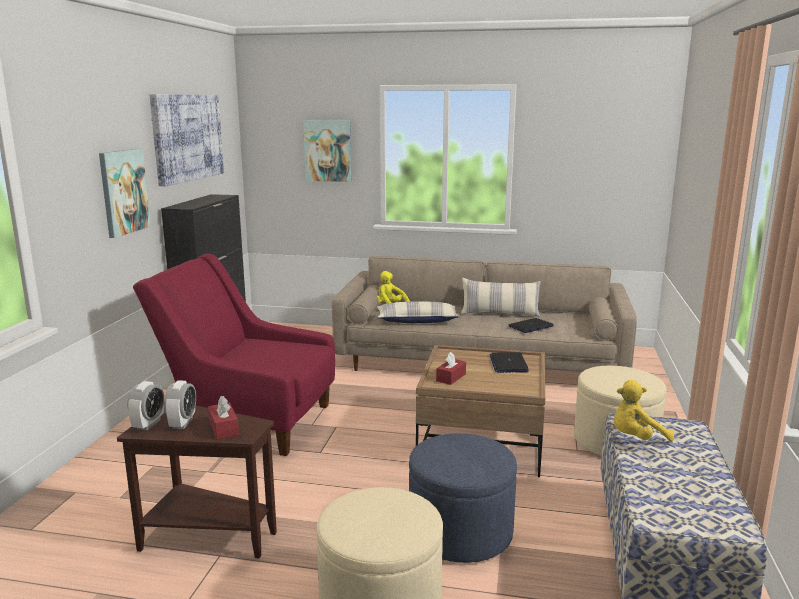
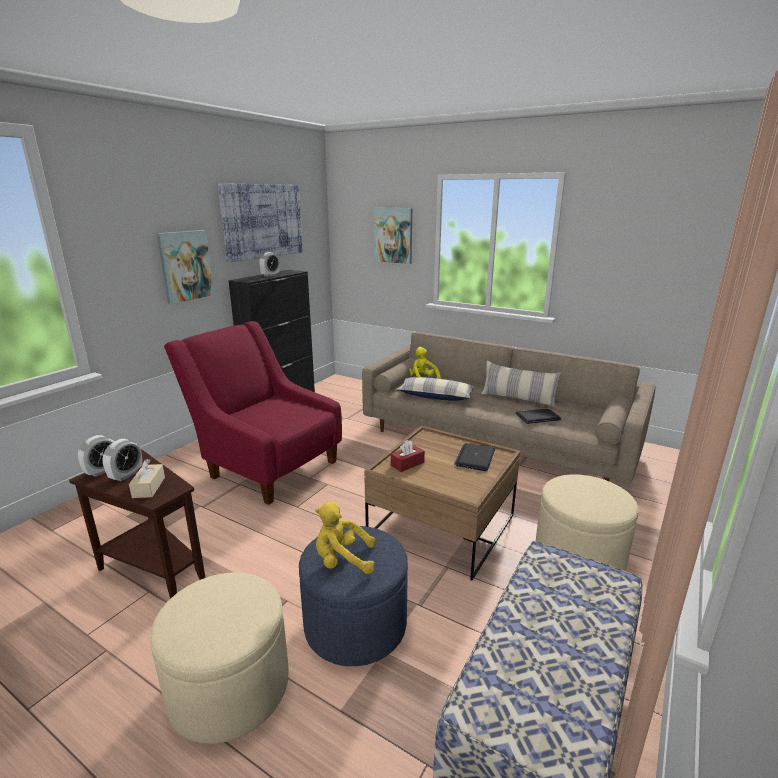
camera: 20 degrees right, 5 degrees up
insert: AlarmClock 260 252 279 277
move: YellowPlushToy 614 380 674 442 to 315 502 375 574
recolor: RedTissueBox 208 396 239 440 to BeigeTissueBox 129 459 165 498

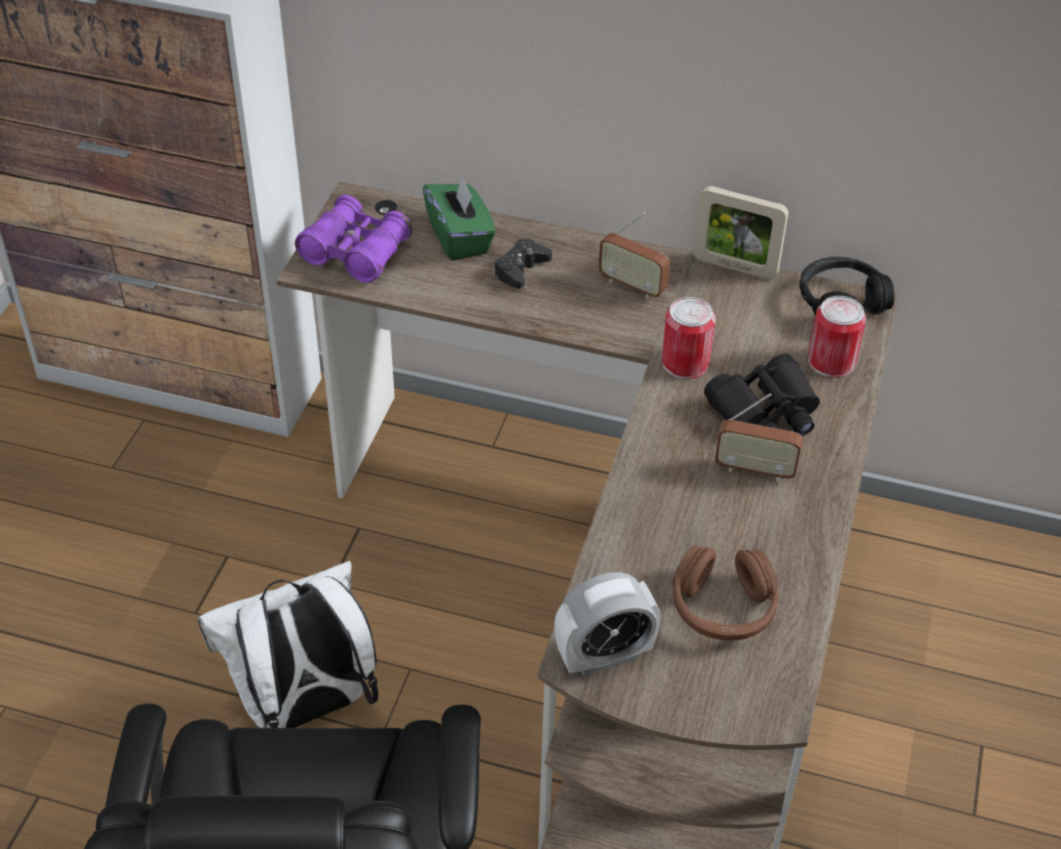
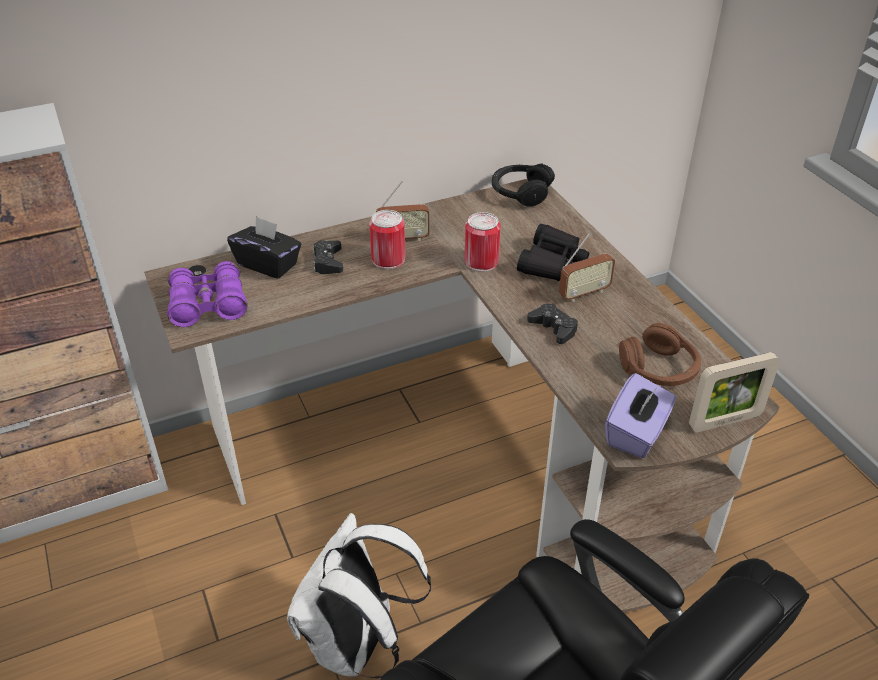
camera: 40 degrees left, 5 degrees down
insert: BlackGameController 527 303 578 344
move: Can 808 296 866 378 to 369 210 406 269; PictureFrame 693 186 788 279 to 689 352 780 432
replace: AlarmClock 554 572 661 676 to PurpleTissueBox 605 373 676 458
recolor: GreenTissueBox 423 177 496 261 to BlackTissueBox 227 216 301 279

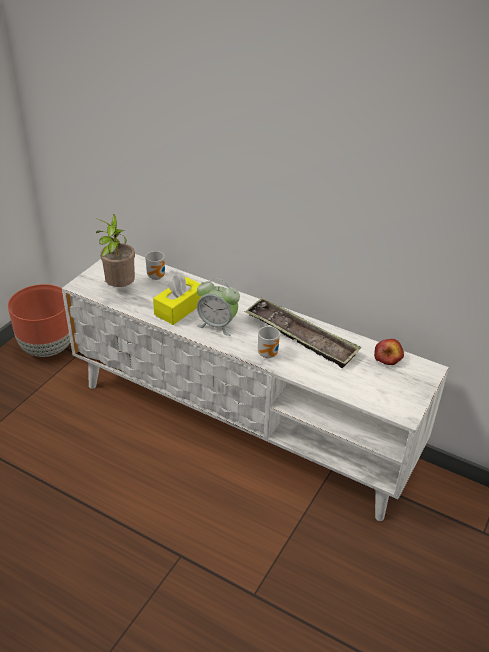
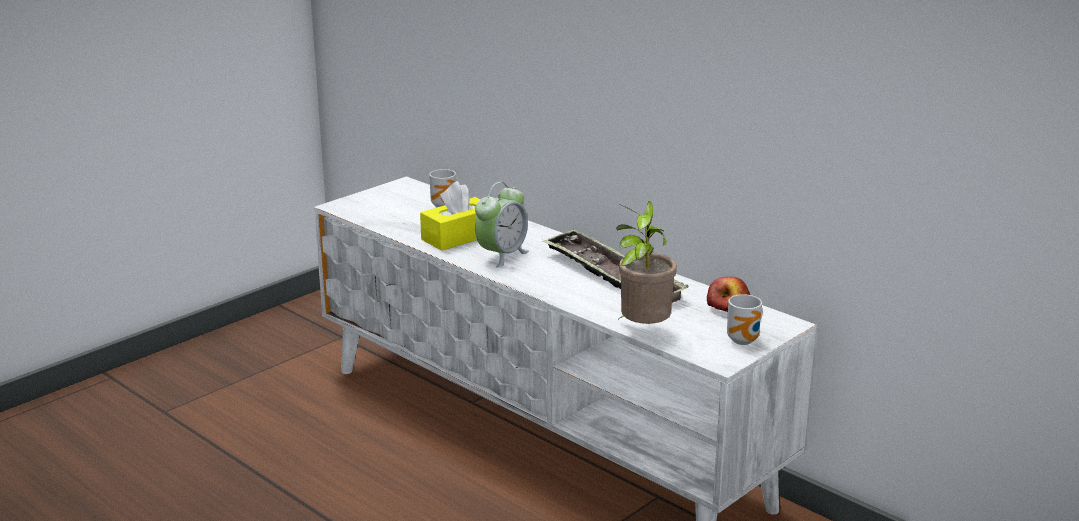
camera: 15 degrees right, 15 degrees down
delete: BrownPlanter 8 284 70 357
move: PottedPlant 96 214 135 287 to 616 201 677 324; Mug 258 326 280 358 to 727 294 763 345
rotate: AlarmClock 197 278 240 336 = 475 182 529 268 90 degrees counterclockwise

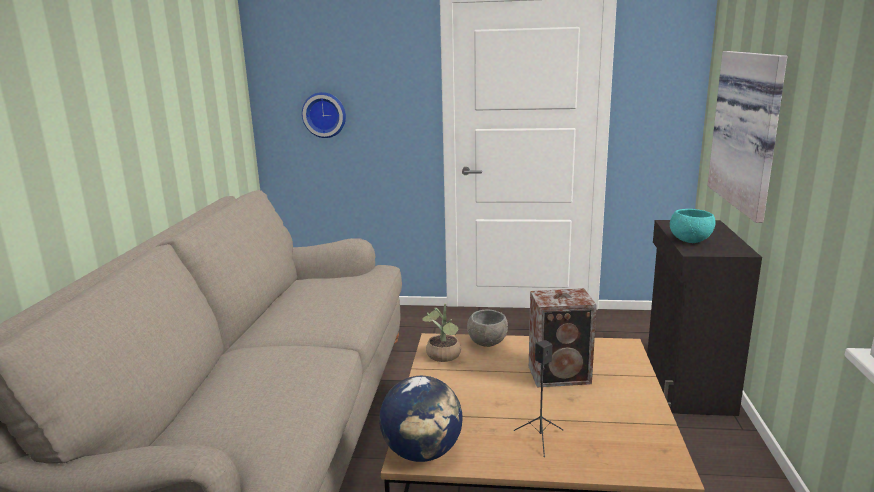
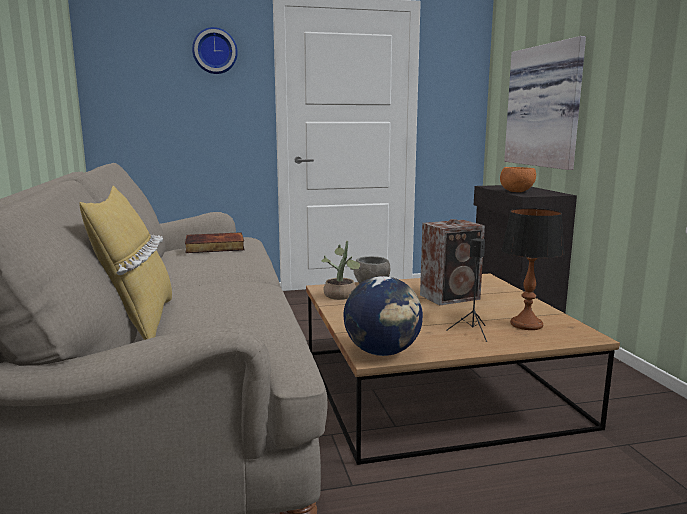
camera: 20 degrees left, 5 degrees down
insert: YellowPillow 79 186 172 340; Book 185 232 245 253; TableLamp 501 208 565 330
move: WallClock 302 92 346 138 to 192 27 238 74
recolor: TurquoiseBowl 670 209 716 243 to OrangeBowl 500 167 536 192

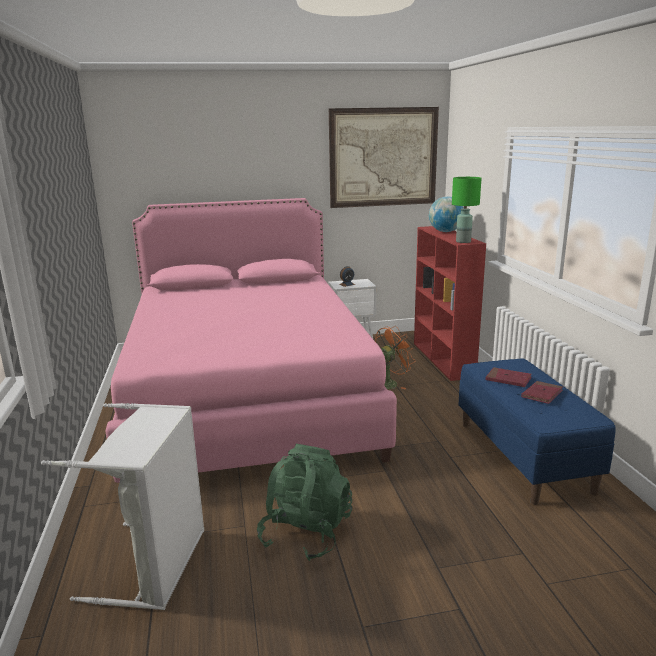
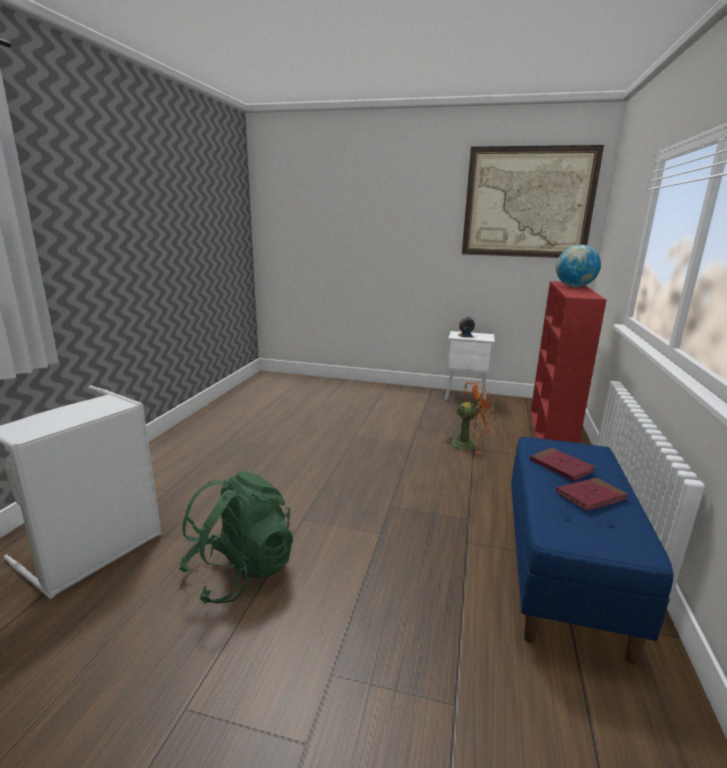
camera: 25 degrees right, 0 degrees up
delete: PinkBed 105 198 397 483; GreenTableLamp 452 177 481 243

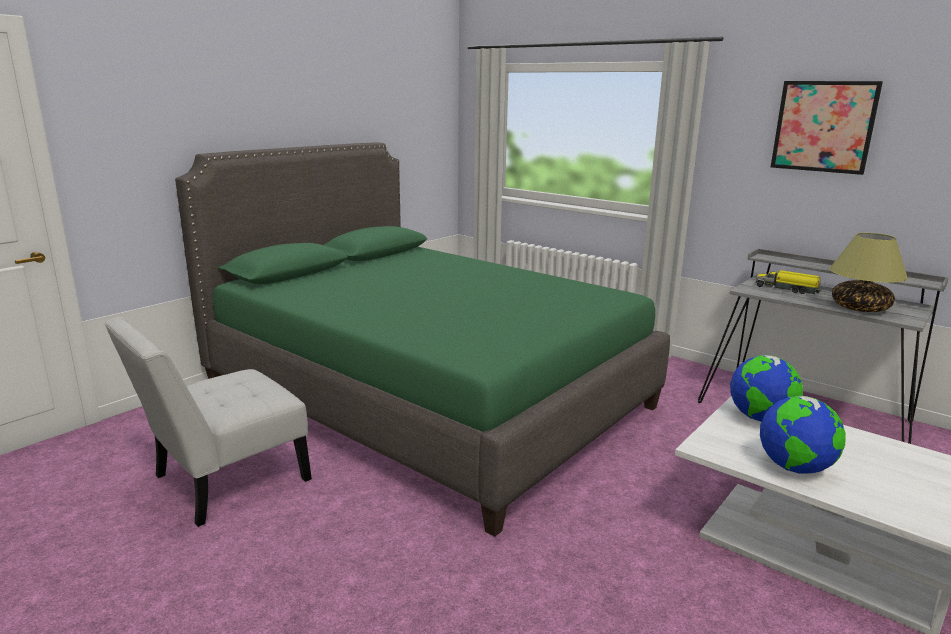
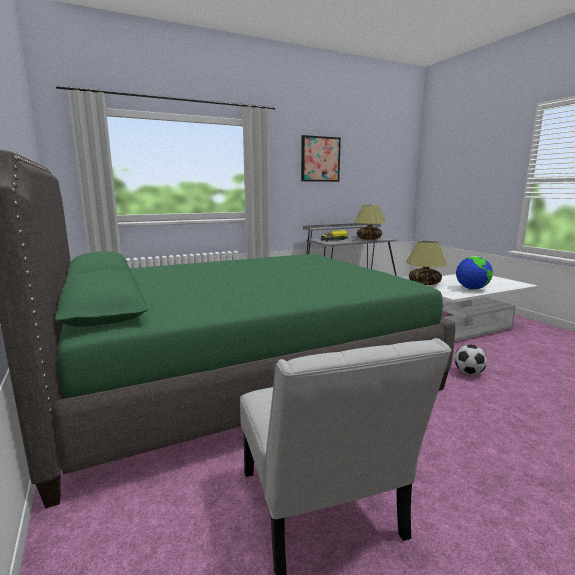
camera: 65 degrees left, 5 degrees down
insert: Football 454 344 487 375
replace: Globe 730 355 803 422 to TableLamp 406 241 447 285

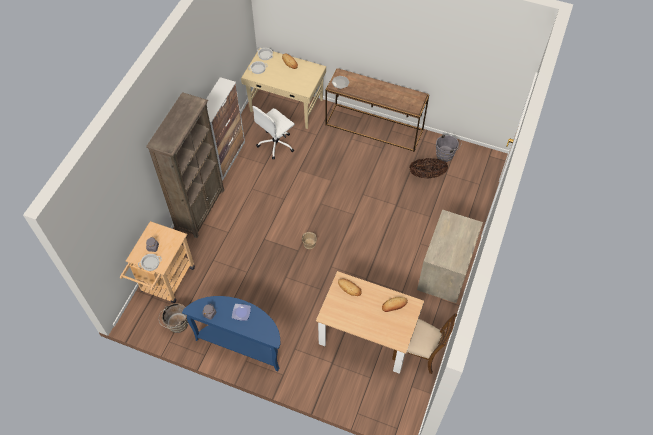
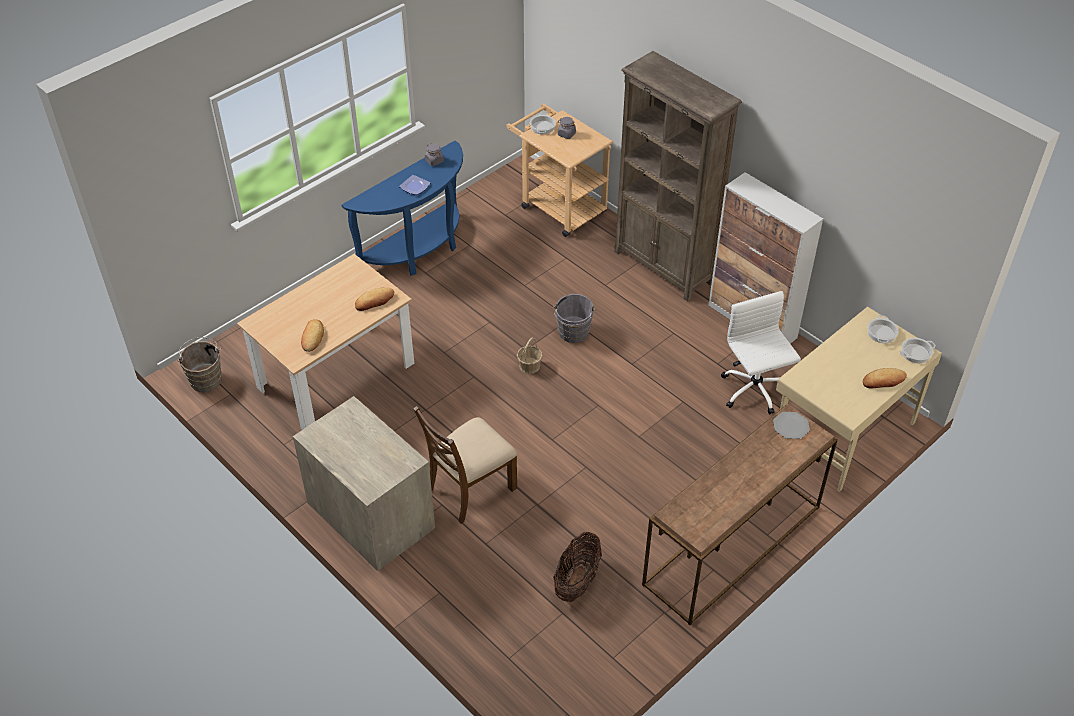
camera: 115 degrees right, 10 degrees down
move: BrownBucket 159 303 188 333 to 177 337 222 392; BrownChair 392 314 457 374 to 414 406 517 524; GreyBucket 436 134 462 162 to 554 294 595 343

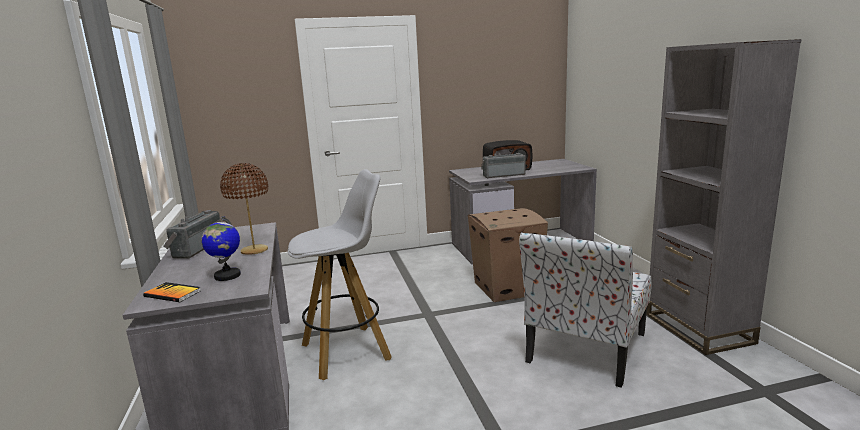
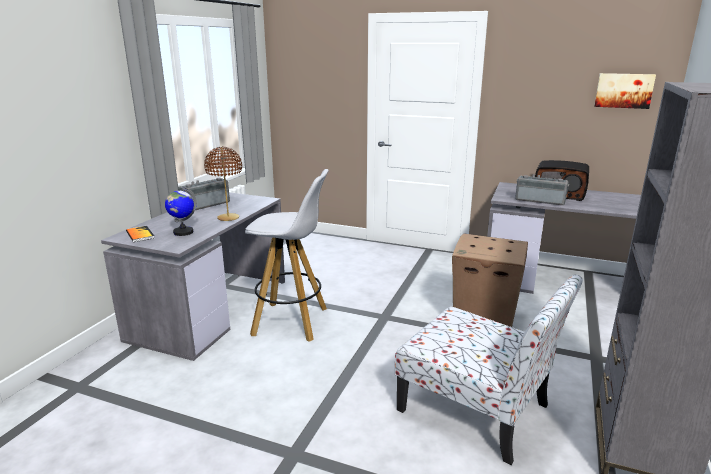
camera: 35 degrees right, 5 degrees up
insert: Picture 594 73 656 109
rotate: Chair 519 232 652 388 = 395 275 583 465 120 degrees counterclockwise

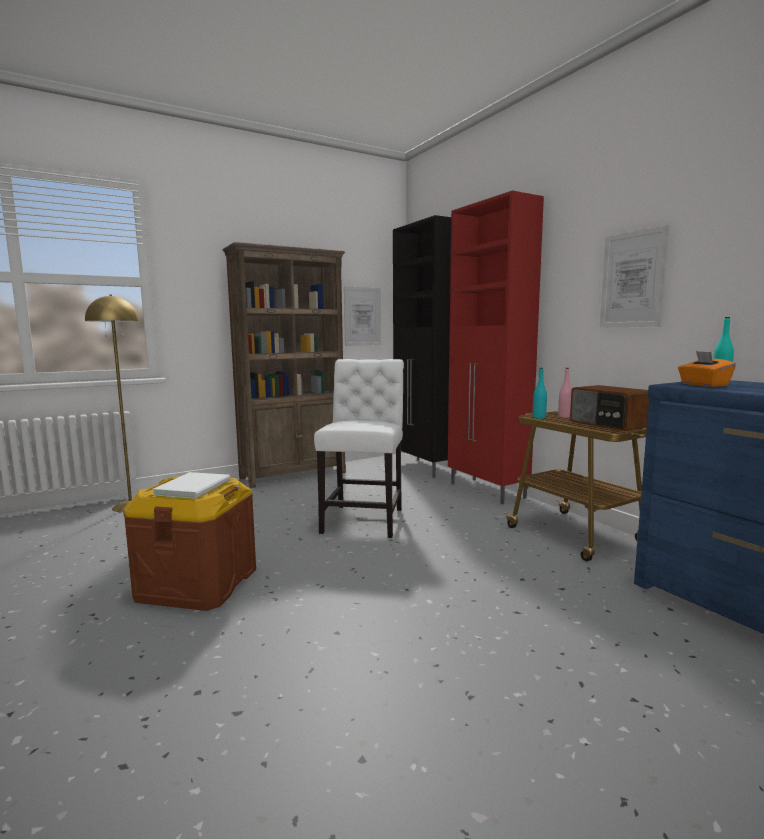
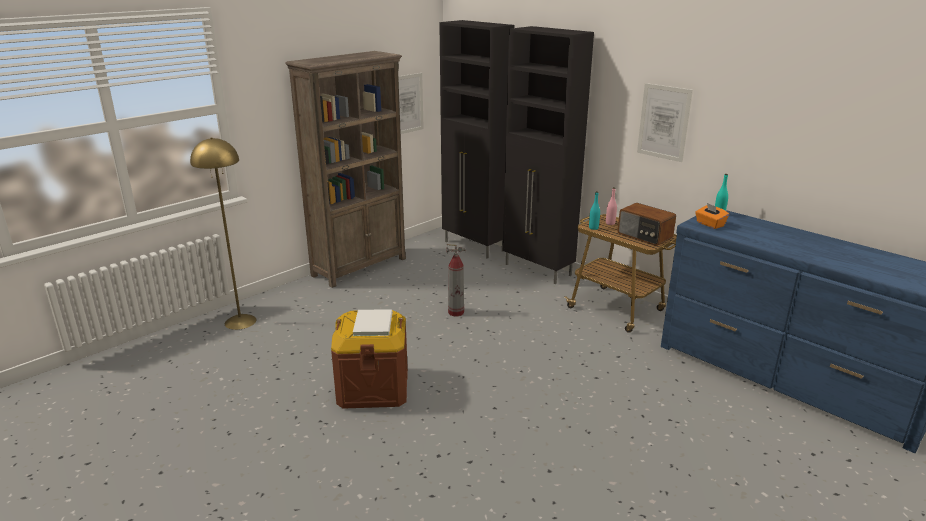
camera: 15 degrees left, 15 degrees up
replace: WhiteChair 314 359 404 538 to FireExtinguisher 446 244 466 317
recolor: RedCabinet 448 191 544 504 to BlackCabinet 503 26 594 284

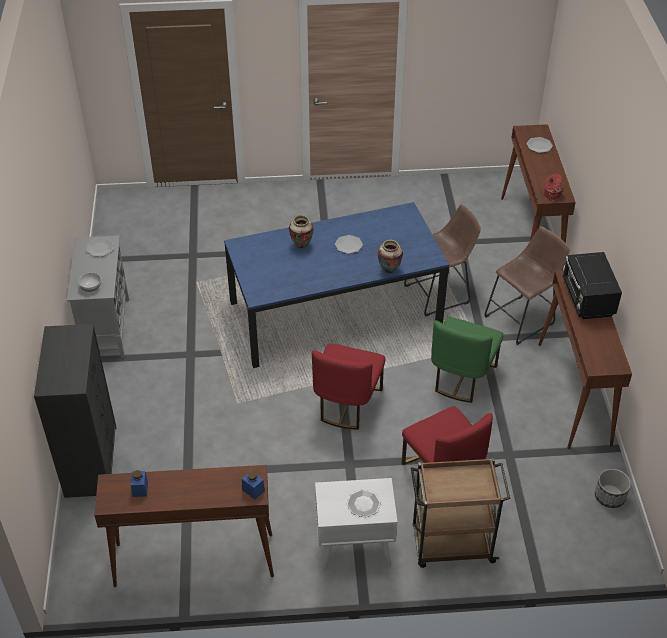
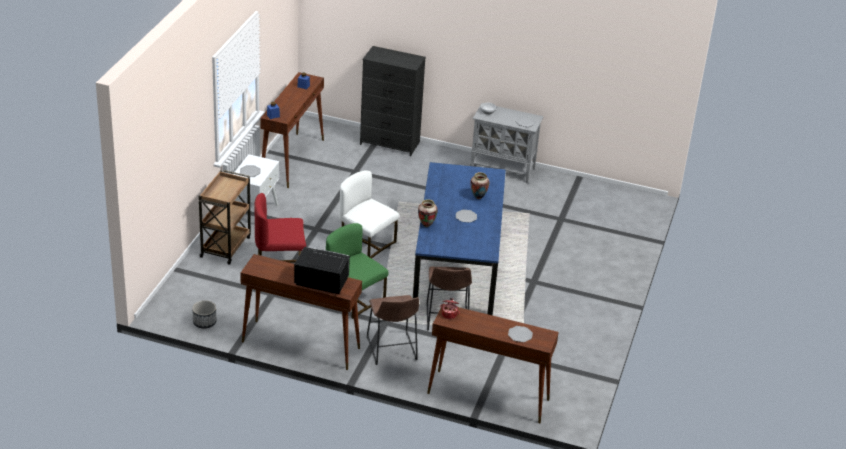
camera: 110 degrees right, 10 degrees down
recolor: RedChair 312 343 385 430 to WhiteChair 339 170 399 258

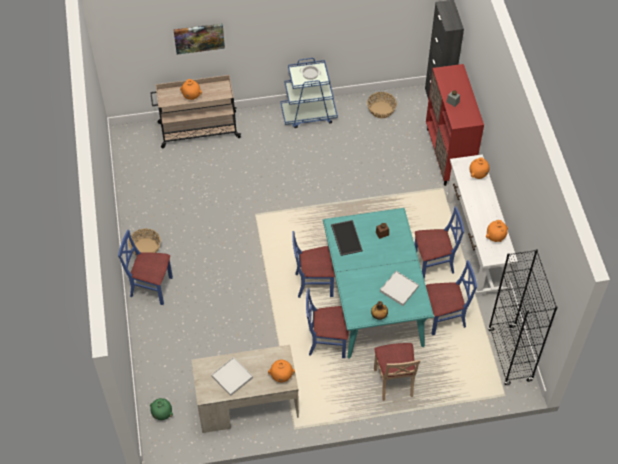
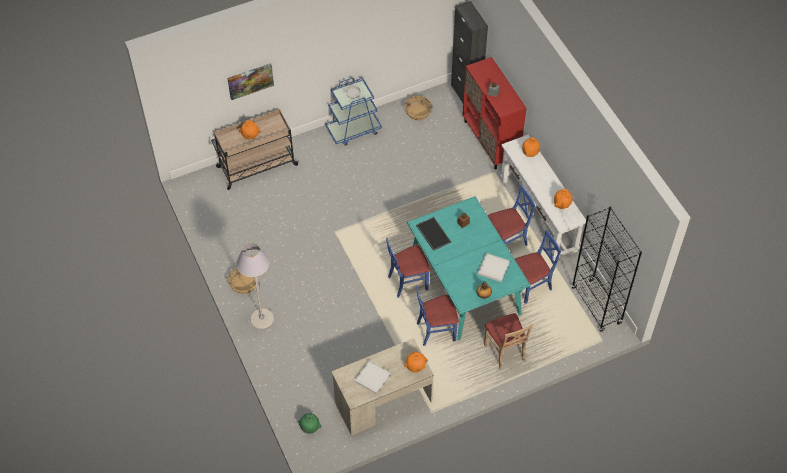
camera: 15 degrees left, 0 degrees up
replace: BlueChair 118 230 173 305 to GreyFloorLamp 236 243 274 329

